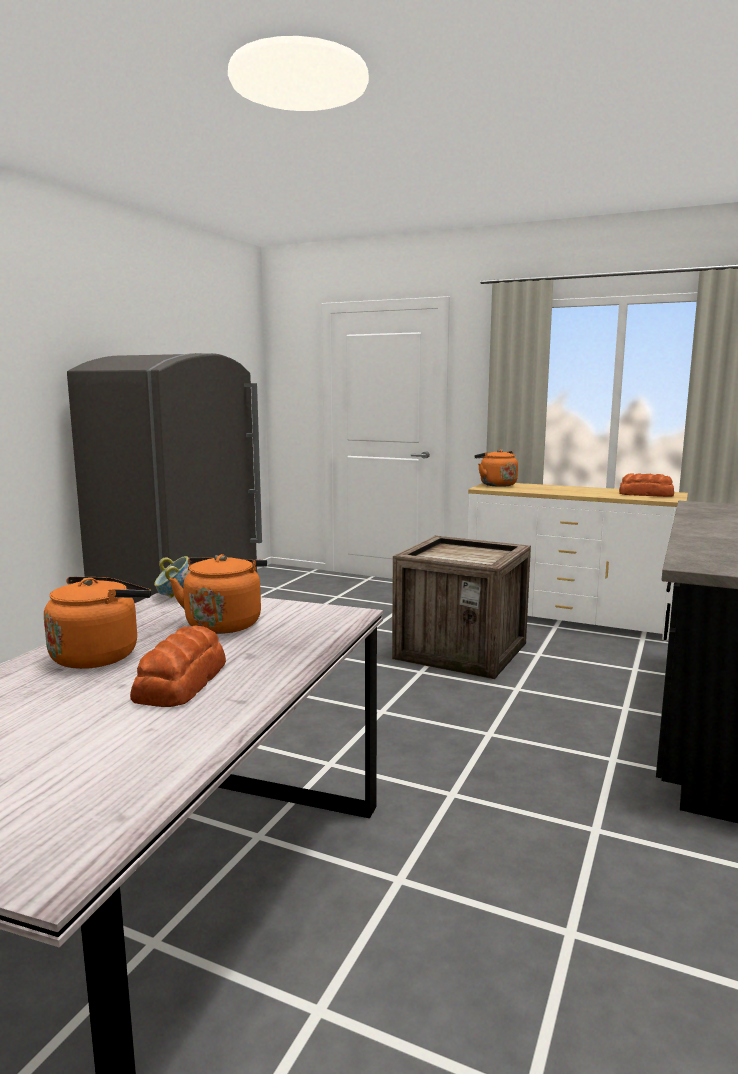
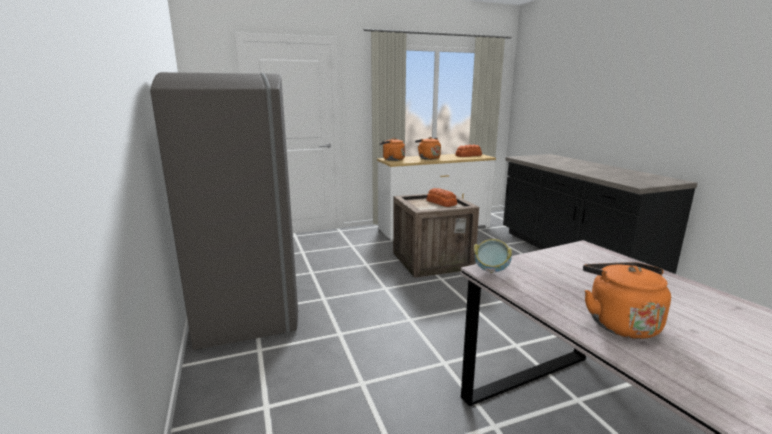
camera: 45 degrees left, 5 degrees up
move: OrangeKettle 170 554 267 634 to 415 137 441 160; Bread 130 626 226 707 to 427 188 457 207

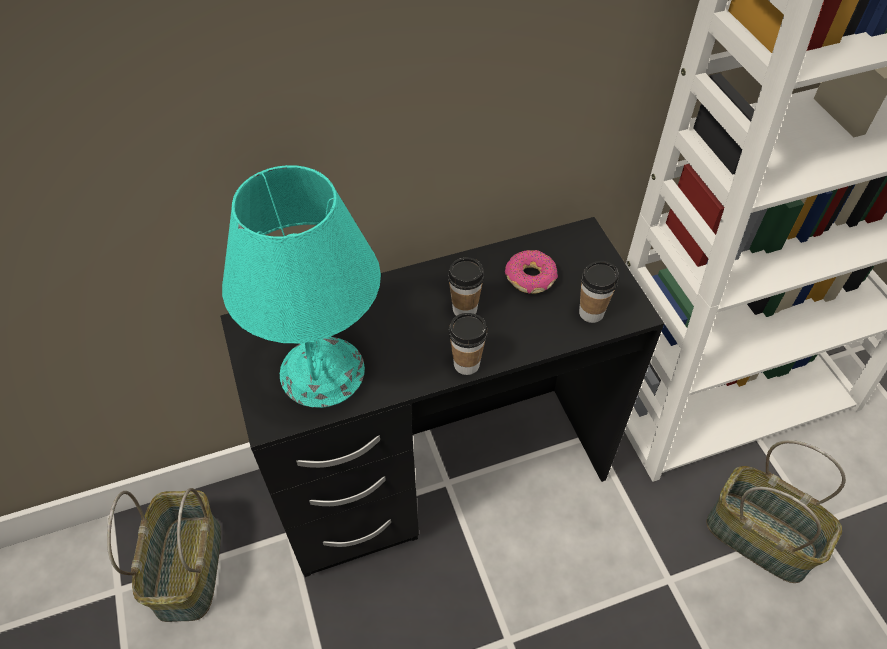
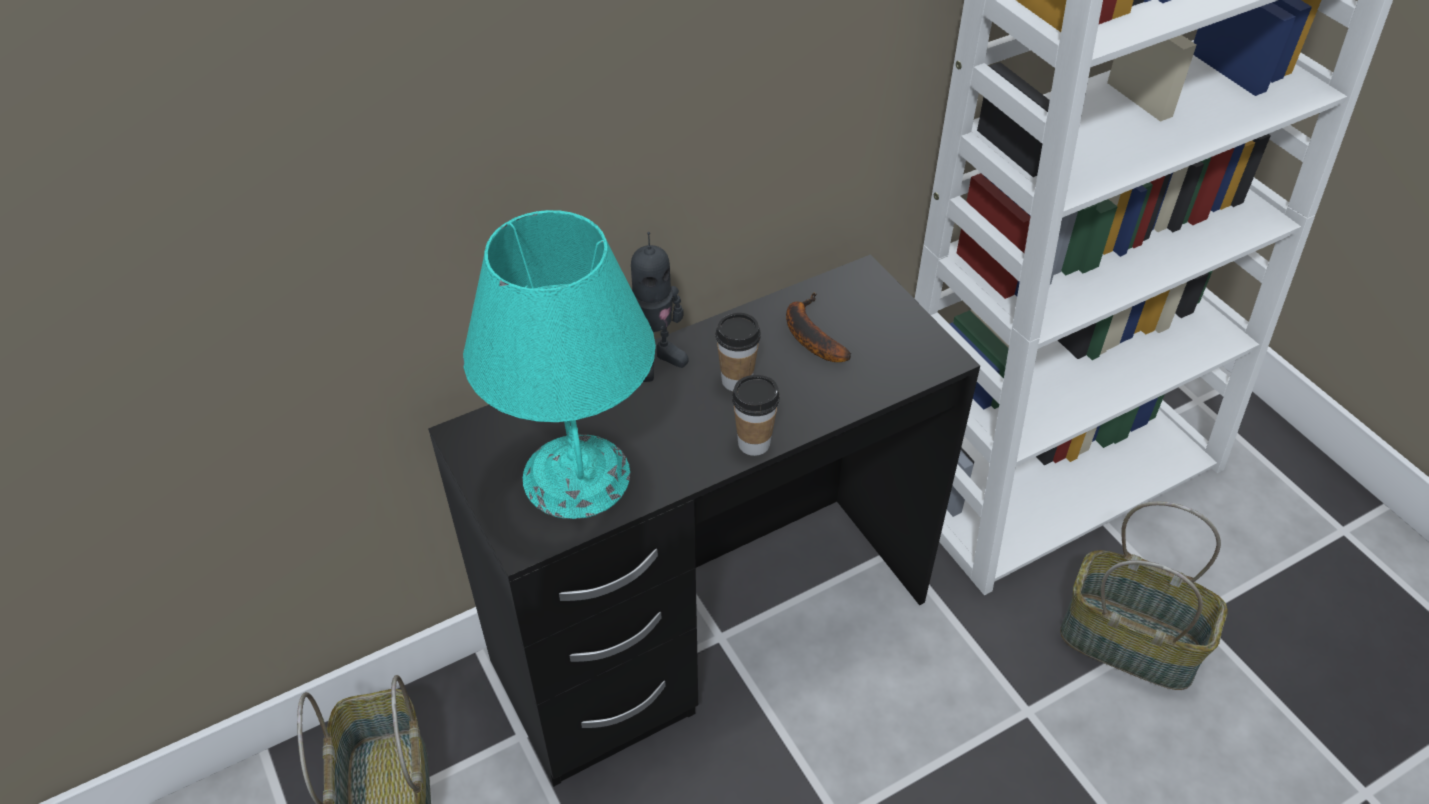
camera: 10 degrees left, 5 degrees down
delete: Cup 579 261 618 323
insert: ToyRobot 631 232 688 382
replace: Donut 505 250 558 294 to Banana 786 293 851 362

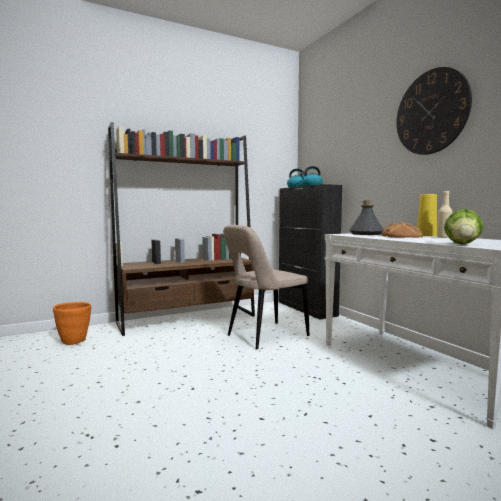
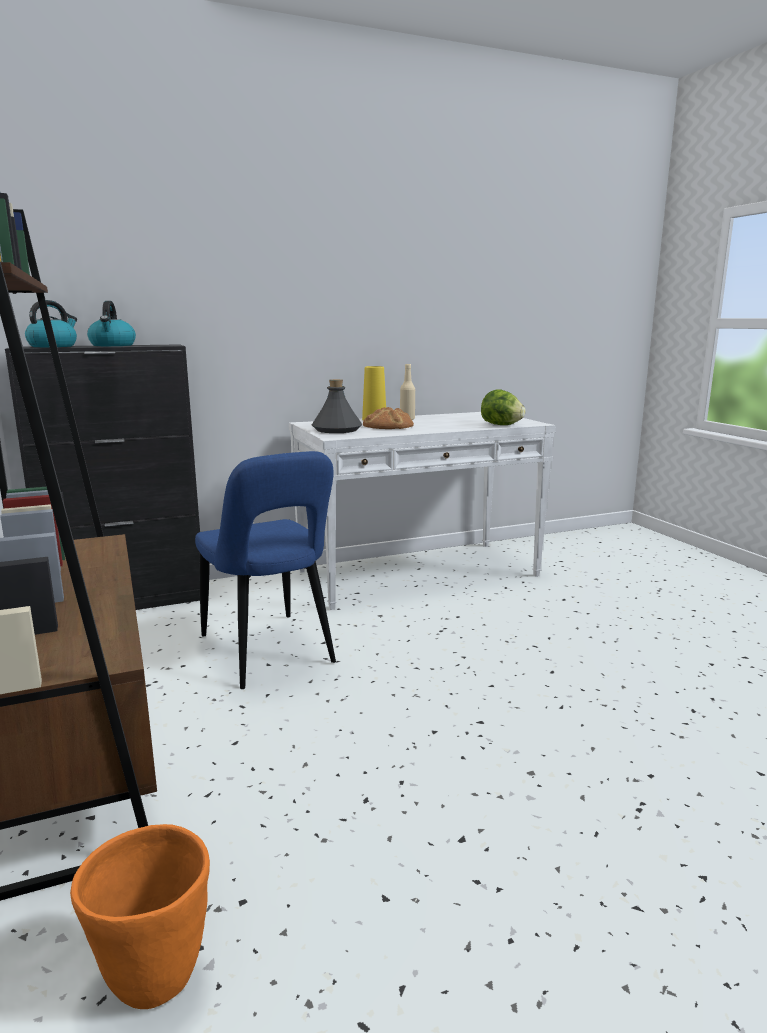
camera: 85 degrees left, 10 degrees up
delete: WallClock 396 67 472 155
recolor: BeigeChair 223 225 309 349 to BlueChair 195 451 336 689

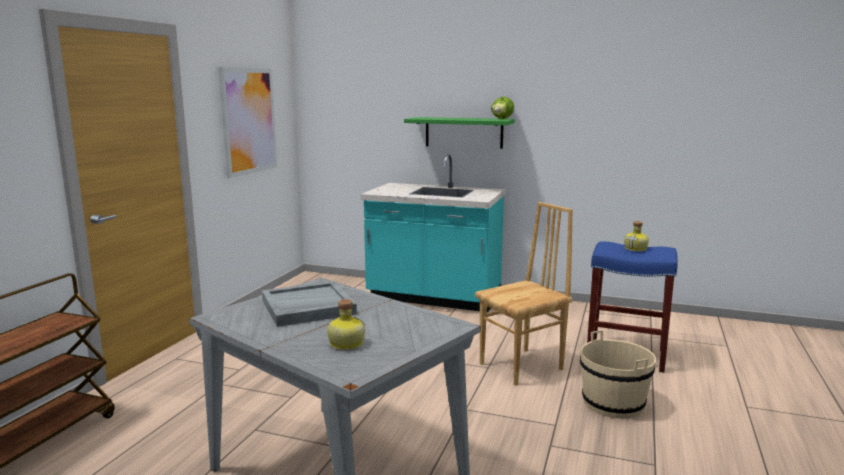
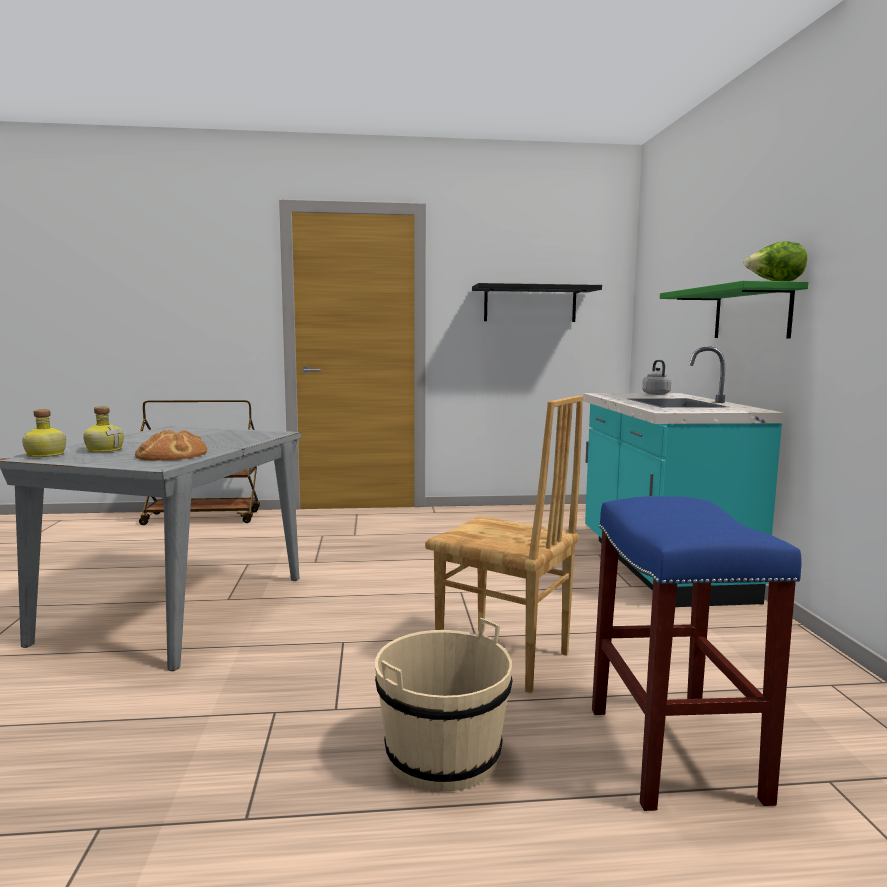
camera: 65 degrees right, 5 degrees down
delete: GreyTray 262 281 357 327
insert: Bread 135 430 207 461; GreyKettle 642 360 671 395
move: Bottle 624 221 649 251 to 22 409 66 457
replace: Picture 218 67 277 178 to BlackShelf 472 283 602 322

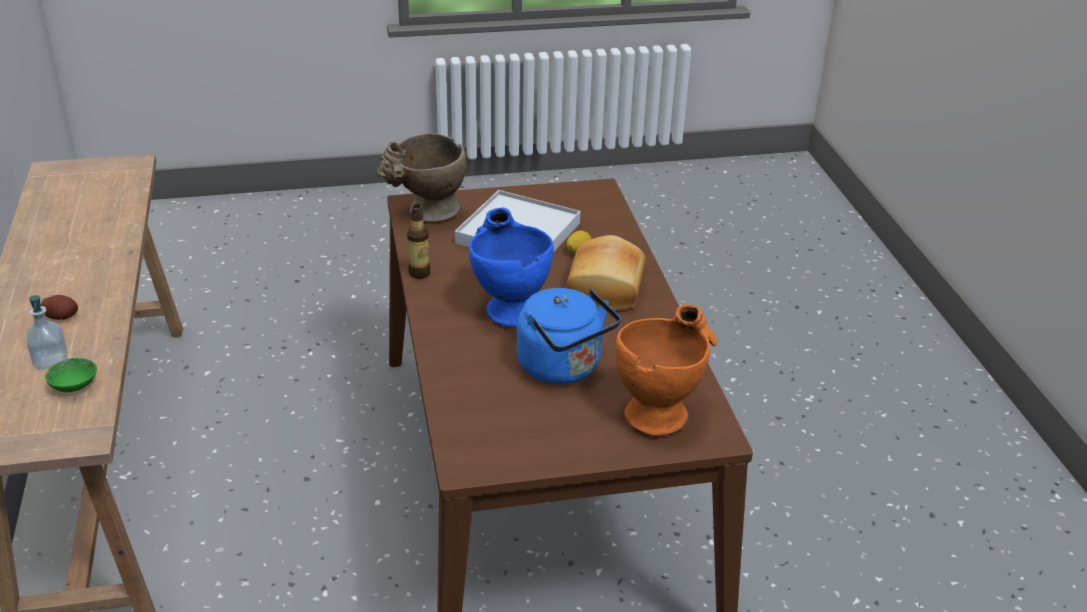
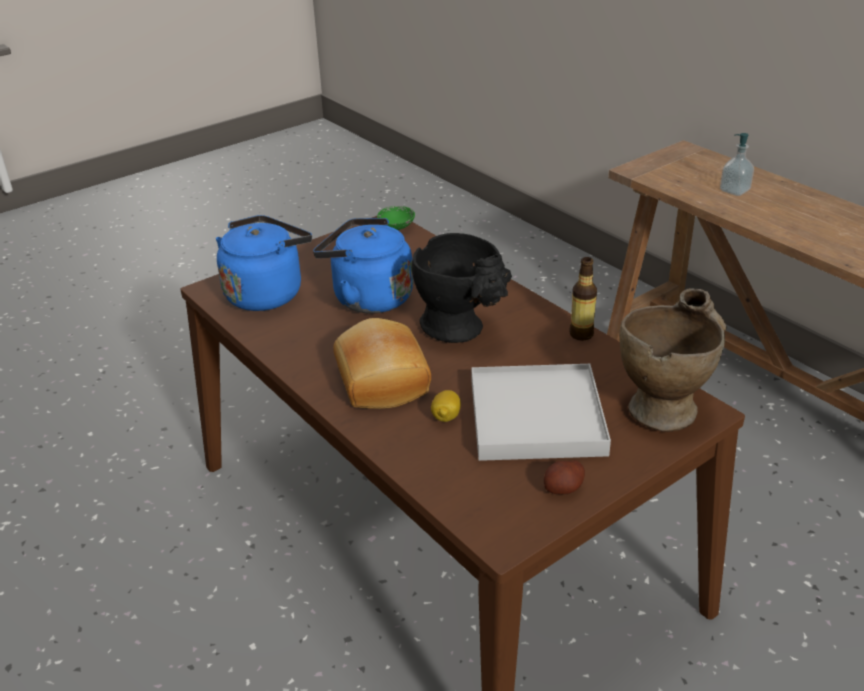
camera: 155 degrees right, 0 degrees up
move: GreenBowl 45 358 97 392 to 377 206 415 230; Potato 41 295 78 320 to 544 460 585 494
replace: OrangeVase 615 304 718 436 to BlueKettle 216 215 312 311
recolor: BlueVase 469 207 554 327 to BlackVase 412 233 512 343

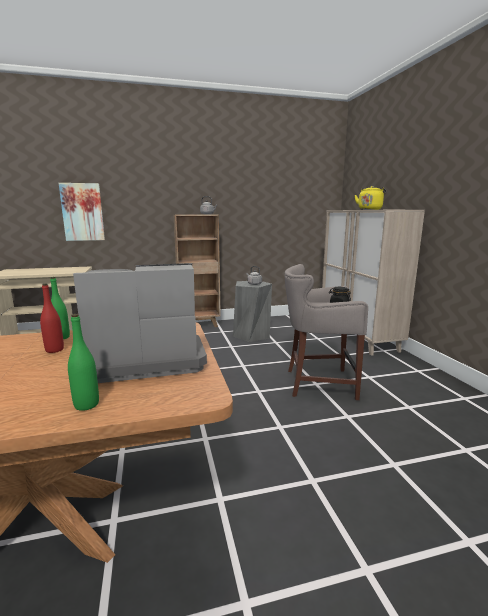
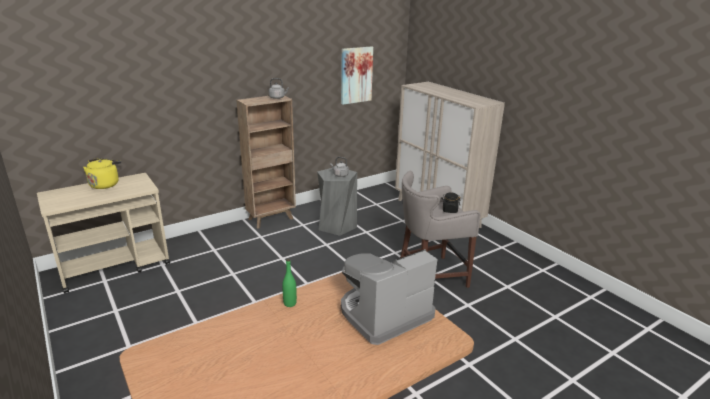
camera: 20 degrees left, 10 degrees up
delete: RedBottle 40 284 64 353; GreenBottle 68 314 99 411
move: YellowKettle 355 186 386 210 to 83 158 121 189; Picture 59 183 105 241 to 341 46 373 105

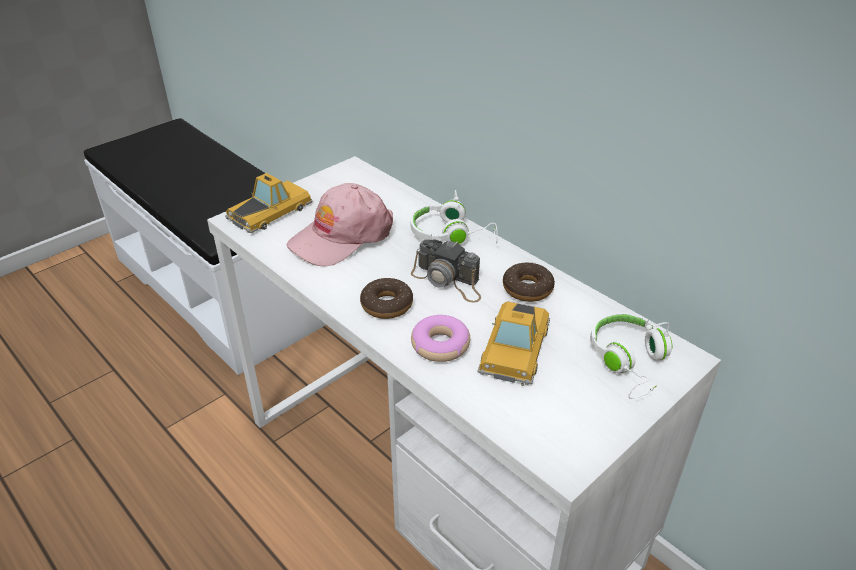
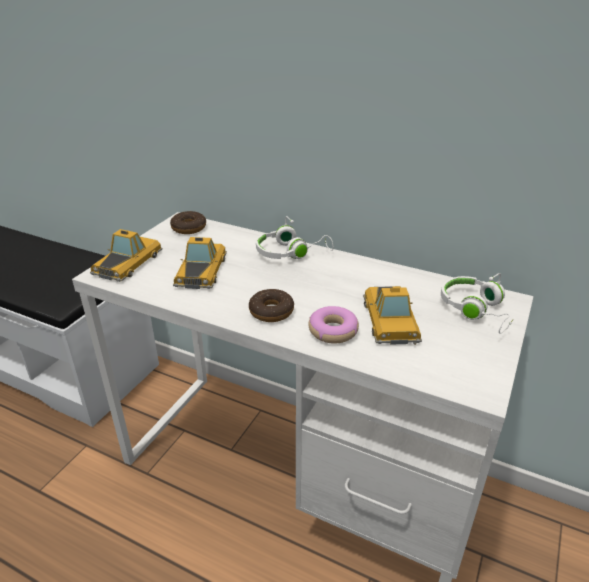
camera: 20 degrees left, 5 degrees down
delete: PhotoCamera 411 239 481 303
move: Donut 503 263 555 302 to 170 211 206 234
replace: PinkCap 287 183 393 267 to ToyCar 173 237 227 289

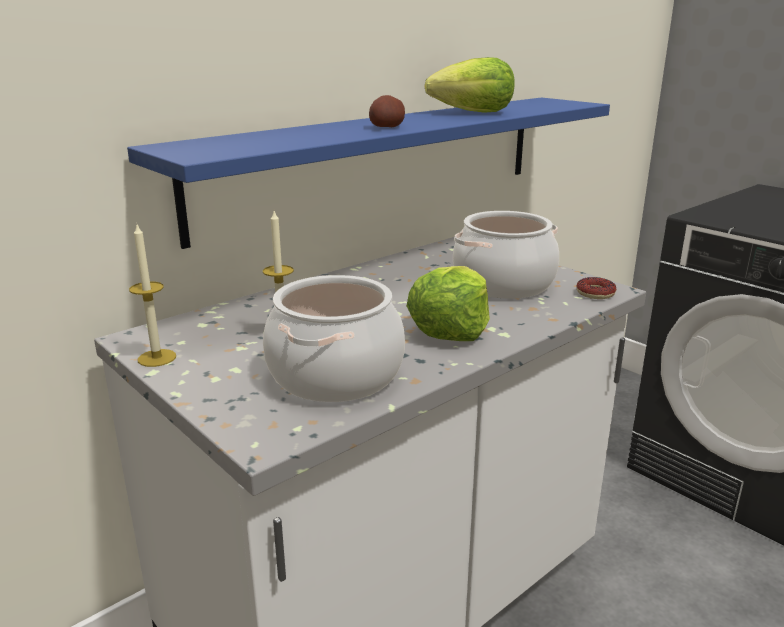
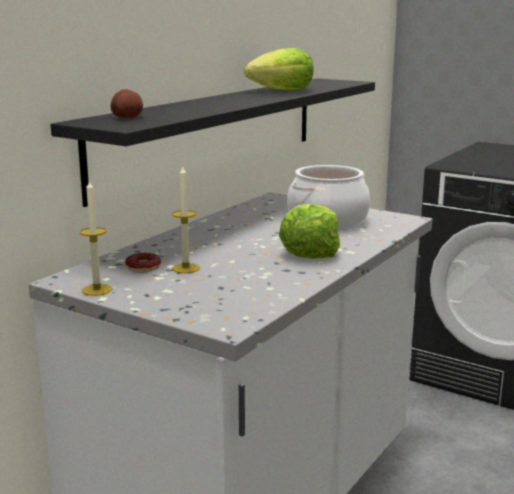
camera: 15 degrees left, 5 degrees down
delete: CookingPot 263 275 405 402
move: Potato 369 95 405 127 to 110 89 143 118; Donut 576 277 616 299 to 125 253 161 273
recolor: BlueShelf 127 98 610 249 to BlackShelf 51 78 375 207

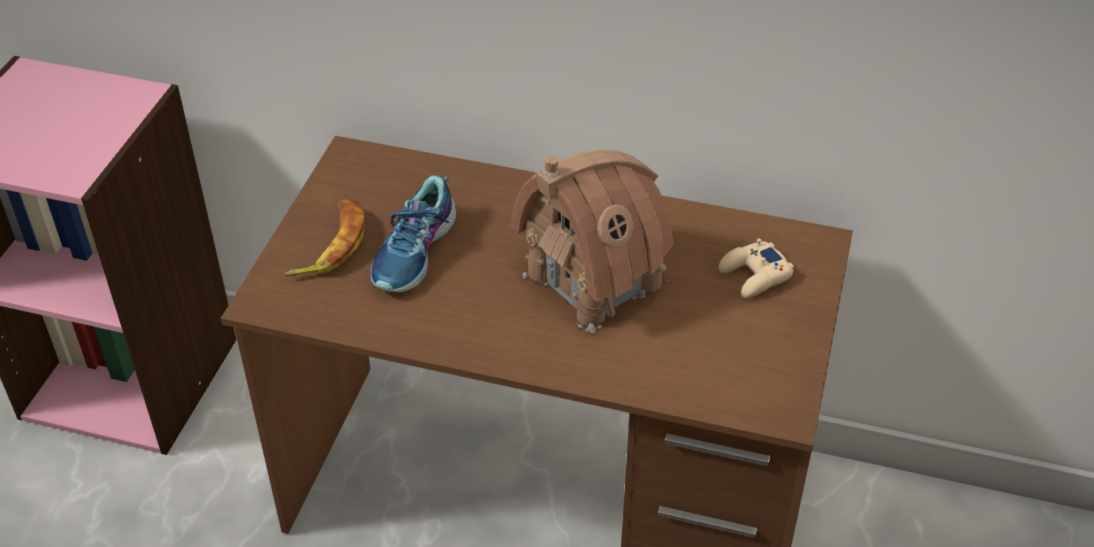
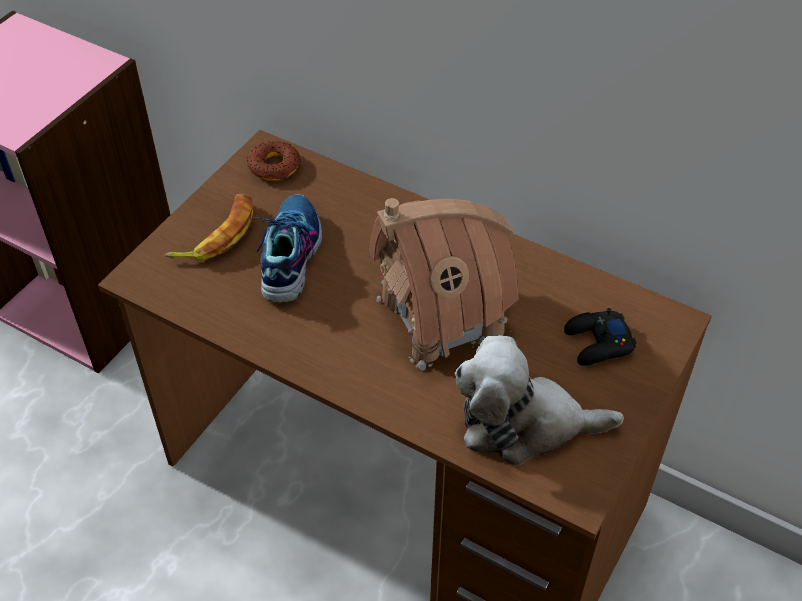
camera: 15 degrees right, 5 degrees up
insert: Donut 247 141 301 181; PlushToy 455 335 624 465
recolor: BeigeGameController 719 238 794 298 to BlackGameController 564 308 636 366
rotate: Shoe 371 175 456 292 = 253 194 322 302 150 degrees clockwise

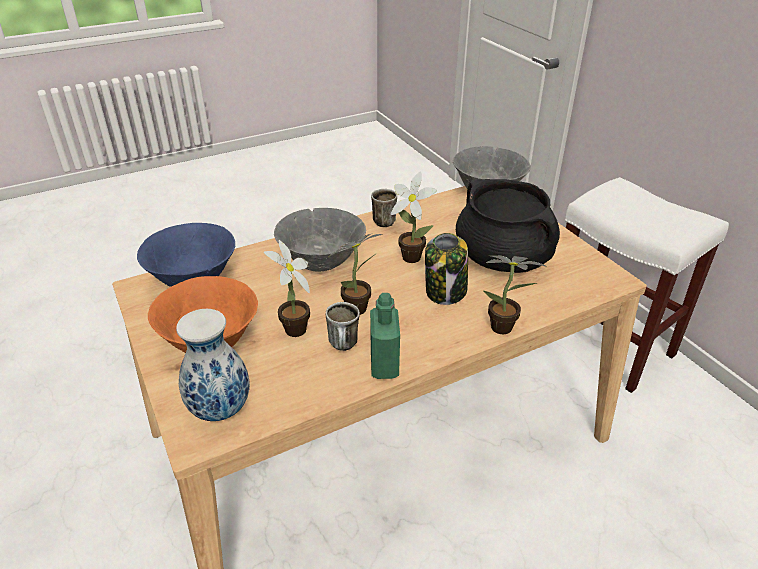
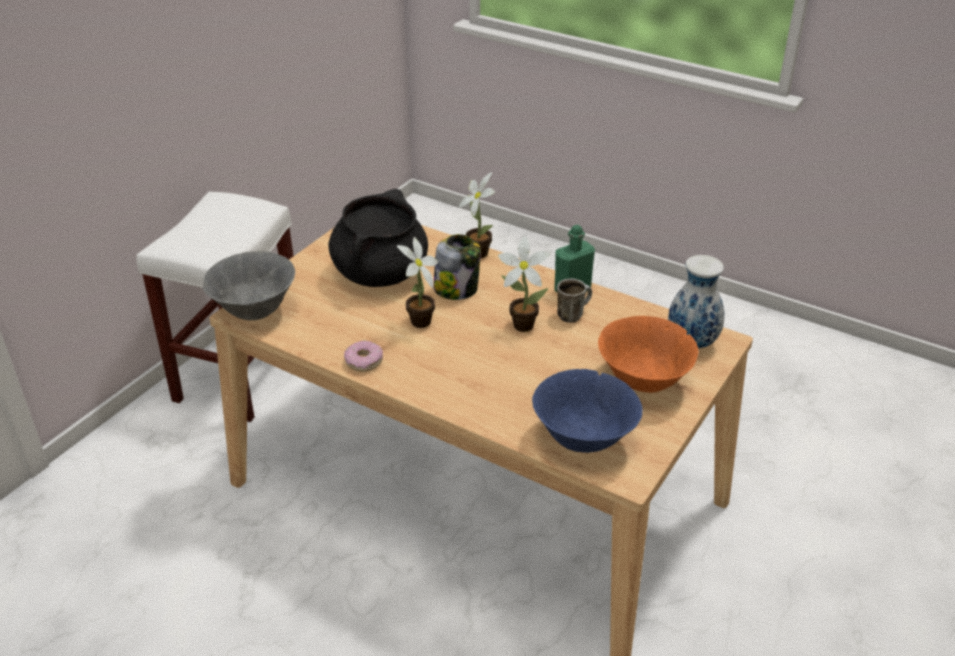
camera: 120 degrees left, 0 degrees up
delete: PottedPlant 264 240 310 337; GreyBowl 274 208 366 272
replace: Mug 371 189 397 227 to Donut 344 341 383 372

